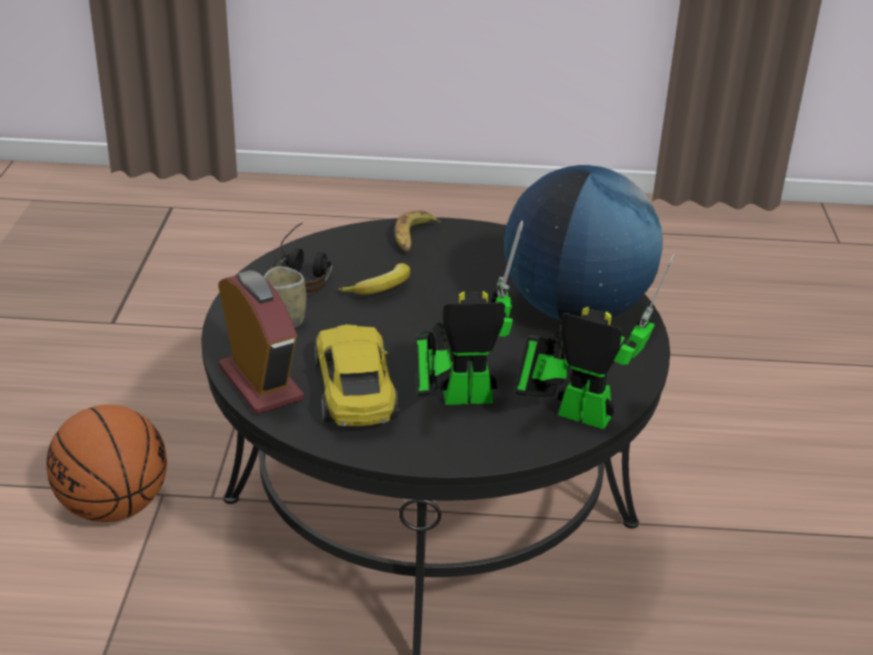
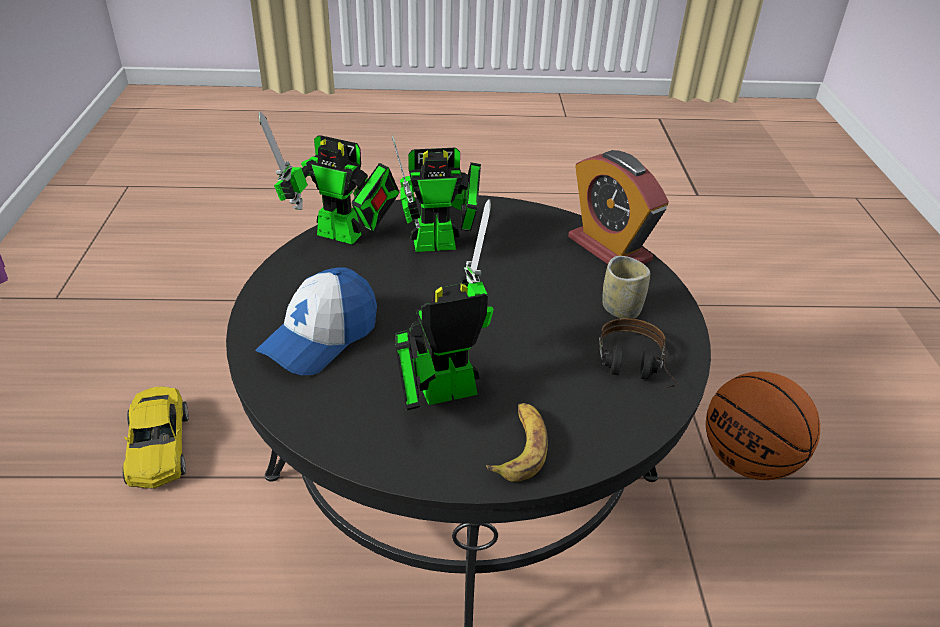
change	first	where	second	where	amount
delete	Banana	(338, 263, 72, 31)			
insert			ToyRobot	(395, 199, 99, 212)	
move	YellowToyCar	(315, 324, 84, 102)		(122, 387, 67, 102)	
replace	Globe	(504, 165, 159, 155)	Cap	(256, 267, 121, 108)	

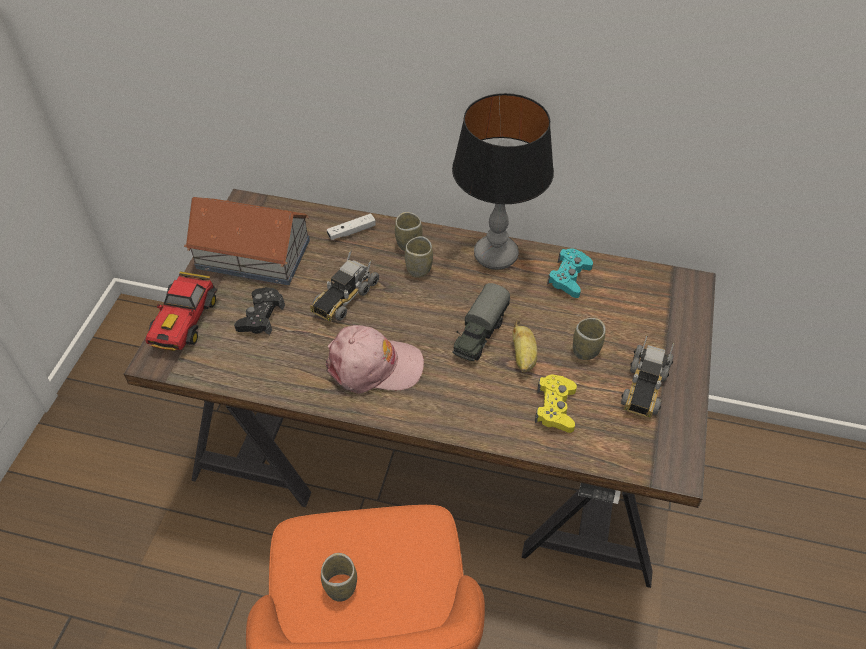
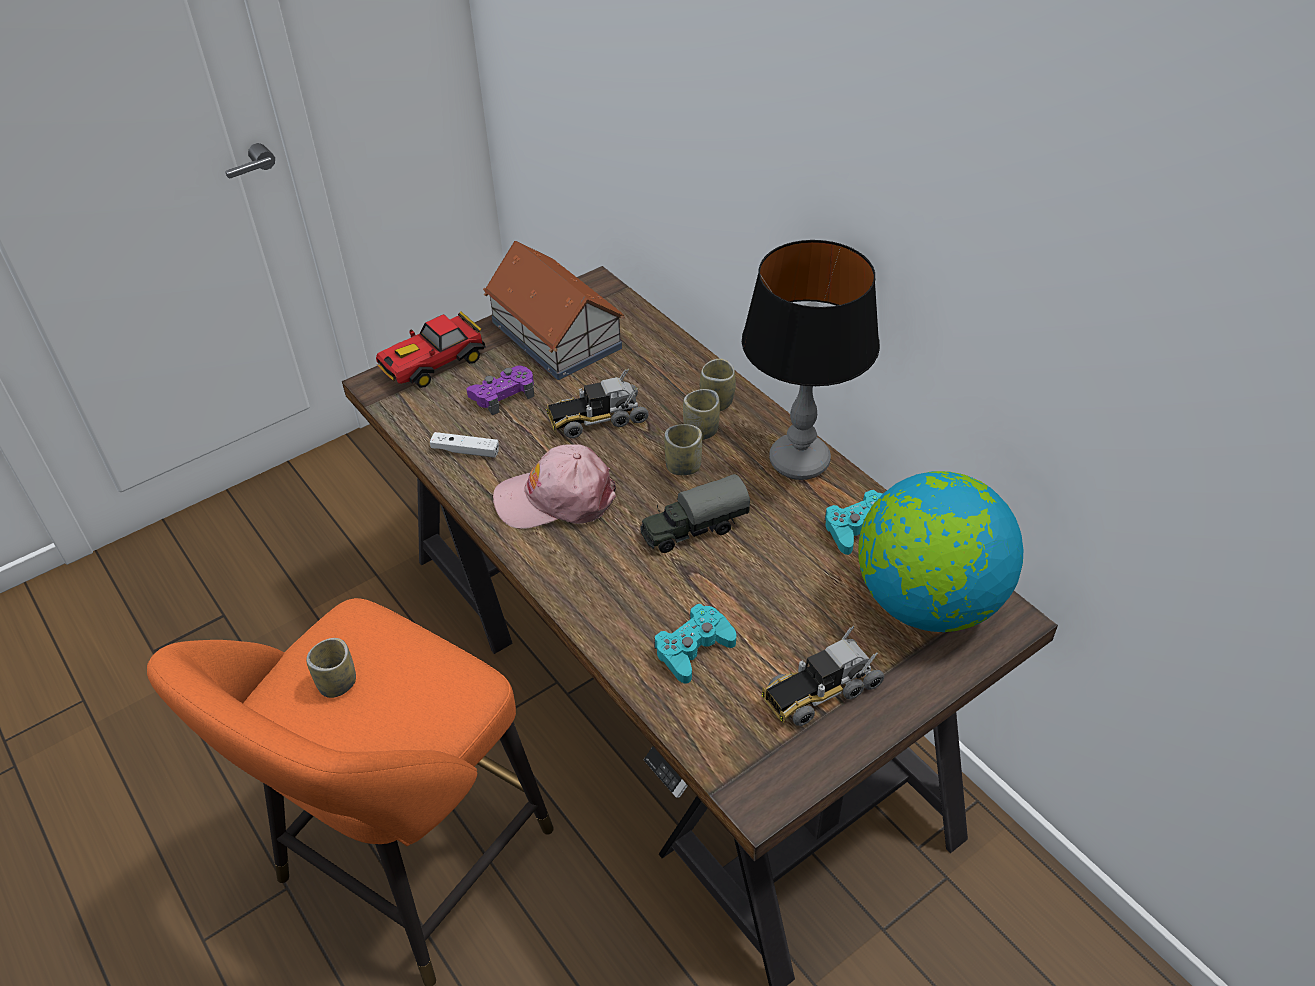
change	first	where	second	where	amount
delete	Banana	(513, 320, 24, 53)			
insert			Globe	(858, 471, 165, 161)	
move	WhiteGameController	(327, 213, 49, 27)		(430, 432, 69, 26)	
move	Cup	(573, 318, 33, 42)		(664, 424, 38, 51)	
recolor	BlackGameController	(234, 287, 51, 48)	PurpleGameController	(466, 366, 68, 49)	
recolor	YellowGameController	(535, 375, 42, 58)	TurquoiseGameController	(654, 604, 82, 80)	
rotate	PinkCap	(326, 325, 98, 69)		(493, 444, 123, 85)	135 degrees clockwise

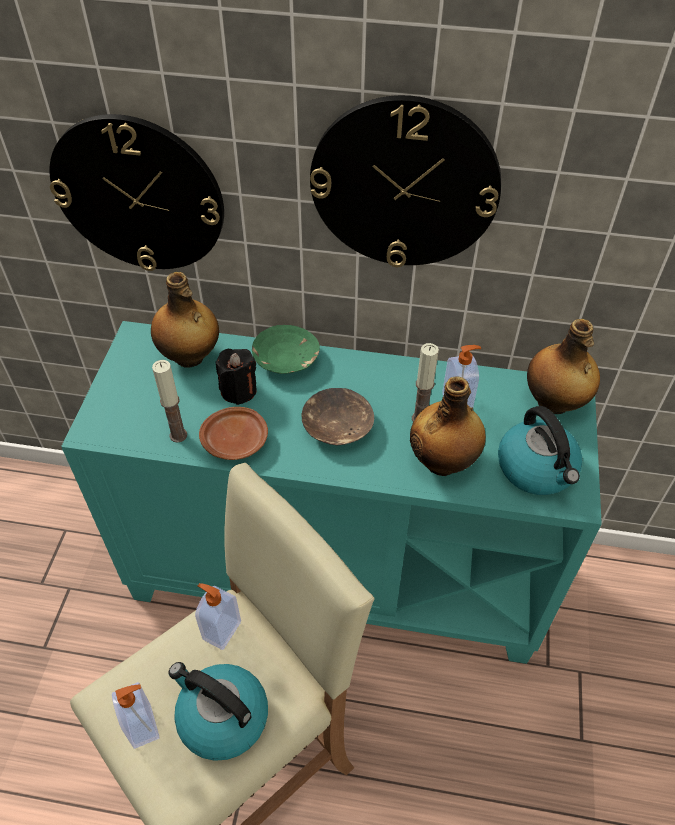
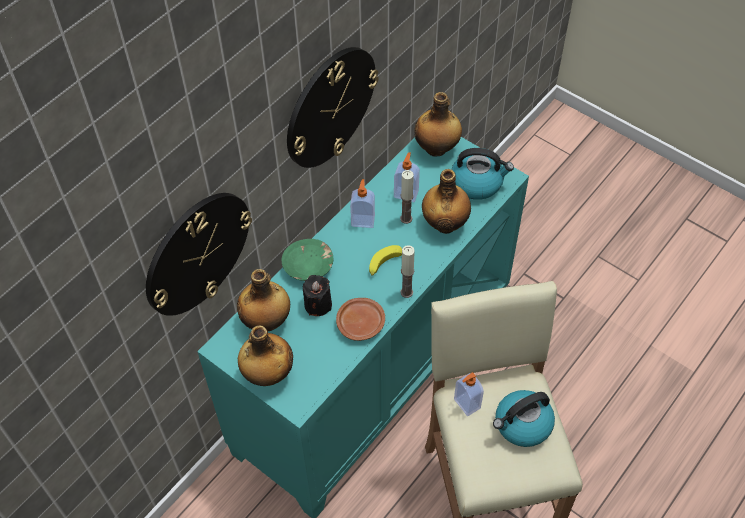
change	first	where	second	where	amount
insert			Bottle	(238, 326, 55, 60)	
move	SoapDispenser	(112, 682, 48, 67)		(350, 179, 25, 49)	
move	Candle	(152, 360, 35, 83)		(401, 245, 14, 53)	
replace	BrownBowl	(301, 388, 73, 57)	Banana	(369, 245, 33, 31)	

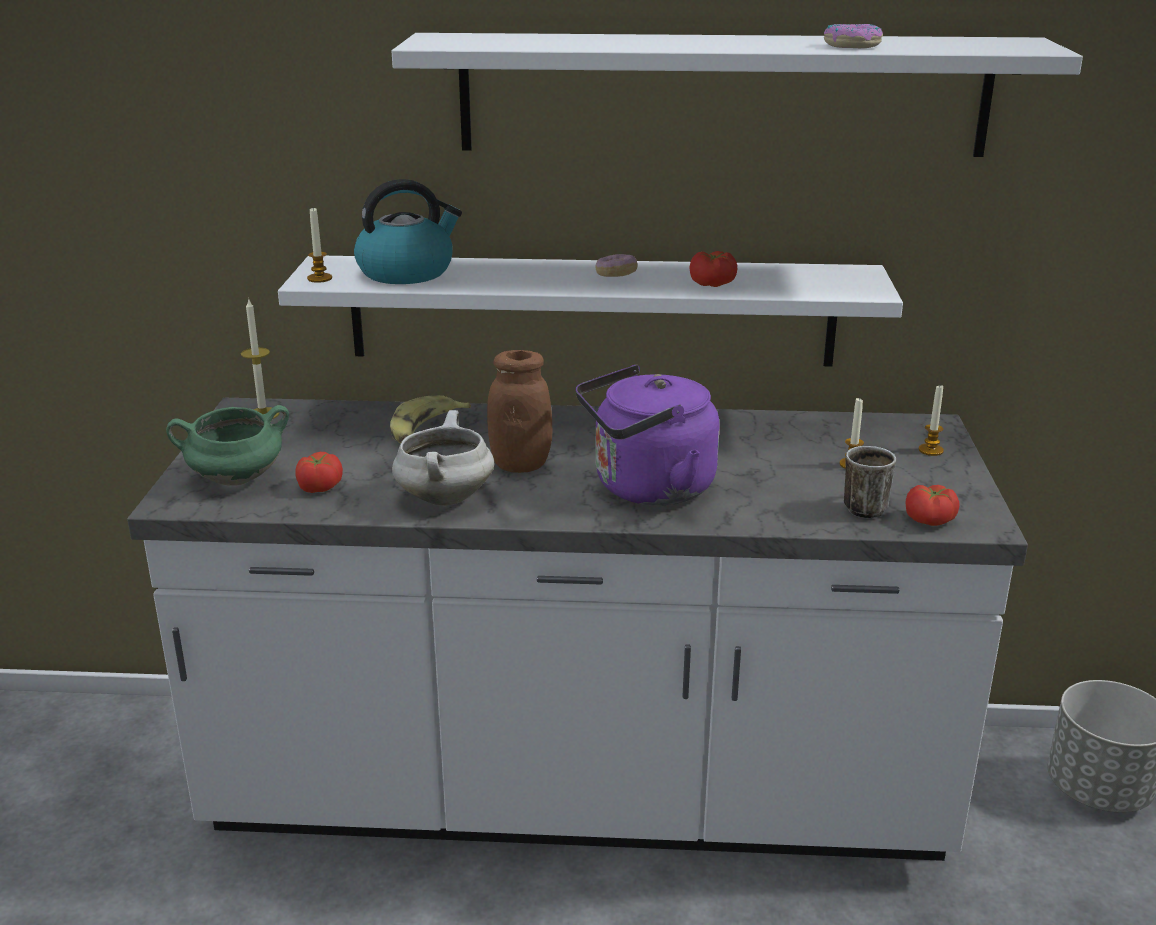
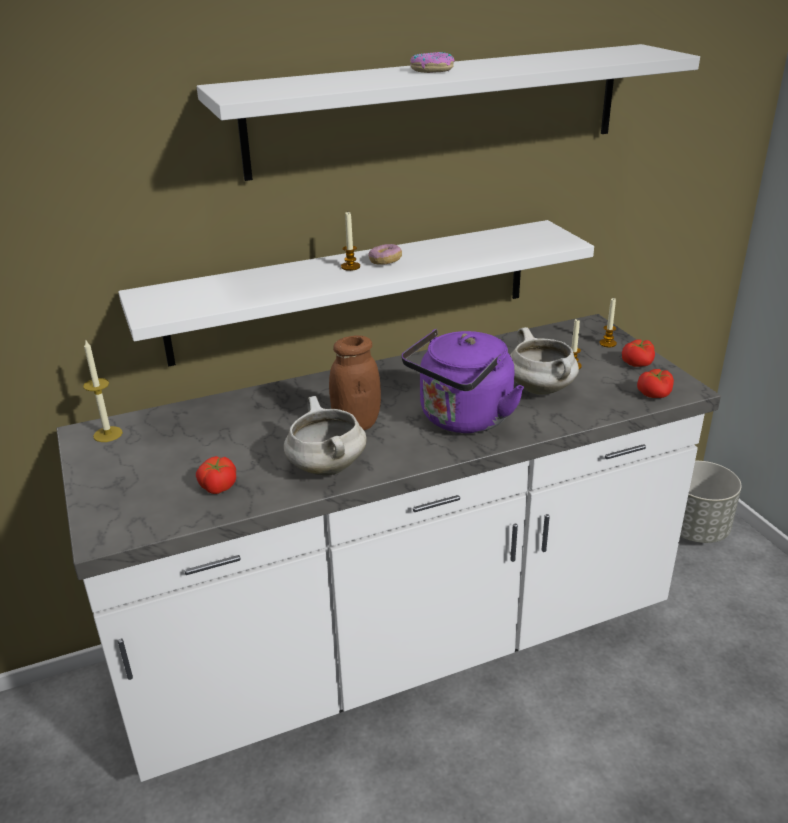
change	first	where	second	where	amount
delete	GreenCookingPot	(166, 405, 123, 81)			
delete	Kettle	(354, 179, 108, 105)			
delete	Banana	(390, 395, 81, 48)			
delete	Mug	(844, 446, 52, 72)			
insert			WhiteCookingPot	(510, 327, 69, 68)	
move	Candle	(307, 208, 25, 75)		(341, 212, 19, 59)	
move	Tomato	(689, 251, 48, 36)		(622, 340, 33, 27)	
move	Donut	(824, 24, 59, 24)		(410, 52, 45, 21)	

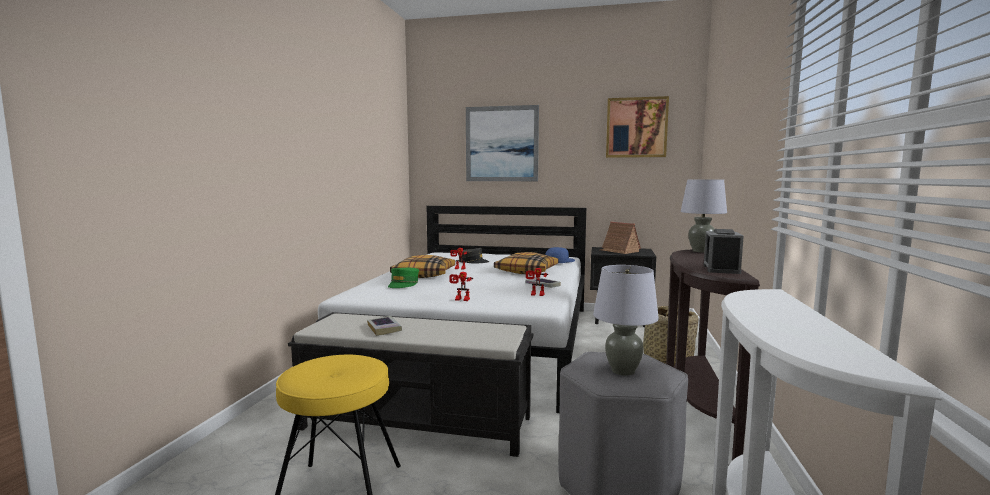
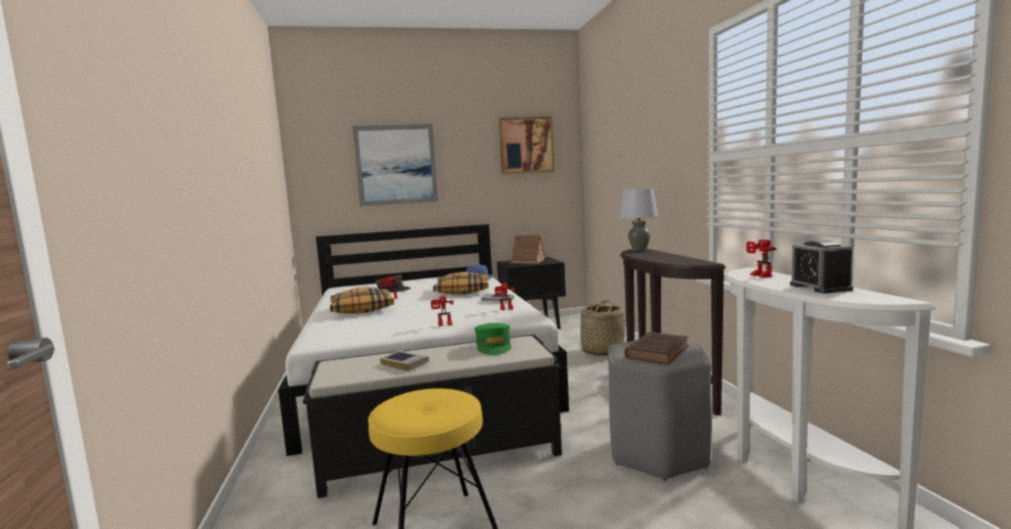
change	first	where	second	where	amount
insert			ToyRobot	(746, 239, 30, 39)	
move	GreenCap	(388, 268, 31, 20)		(475, 323, 36, 32)	
move	AlarmClock	(704, 229, 40, 45)		(790, 240, 63, 54)	
replace	GreyTableLamp	(593, 265, 66, 111)	BrownBook	(624, 332, 65, 33)	

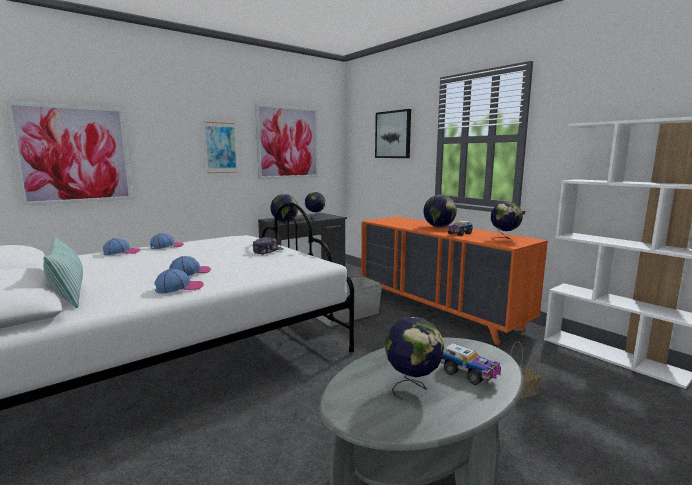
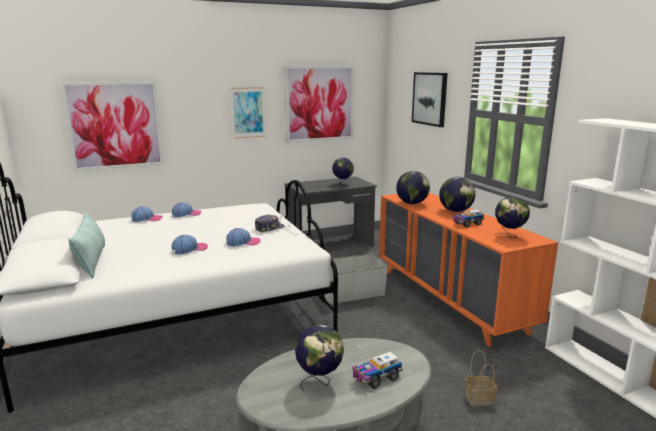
change	first	where	second	where	amount
move	Cap	(154, 269, 50, 24)		(226, 228, 34, 18)	
move	Globe	(271, 194, 27, 28)		(396, 171, 34, 33)	
rotate	ToyTruck	(440, 343, 61, 42)		(352, 352, 51, 37)	90 degrees clockwise

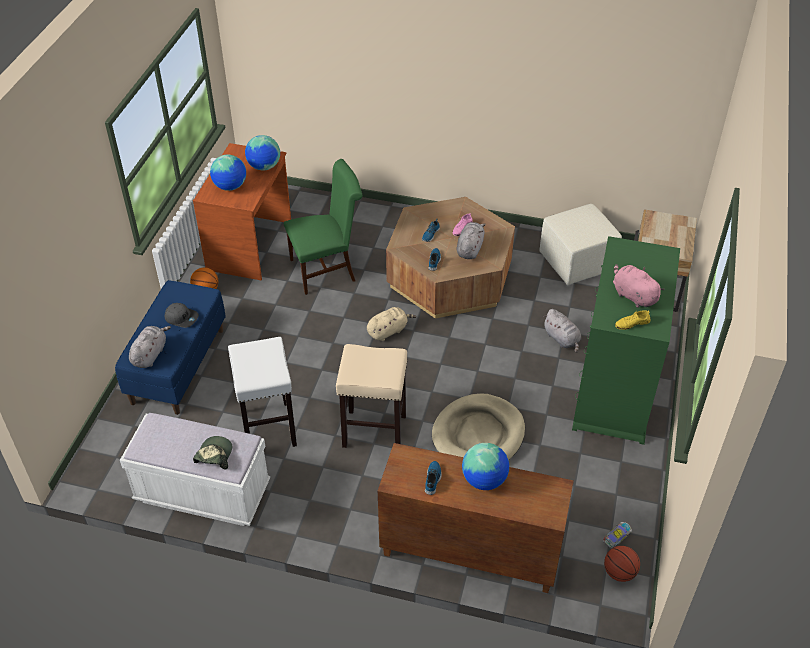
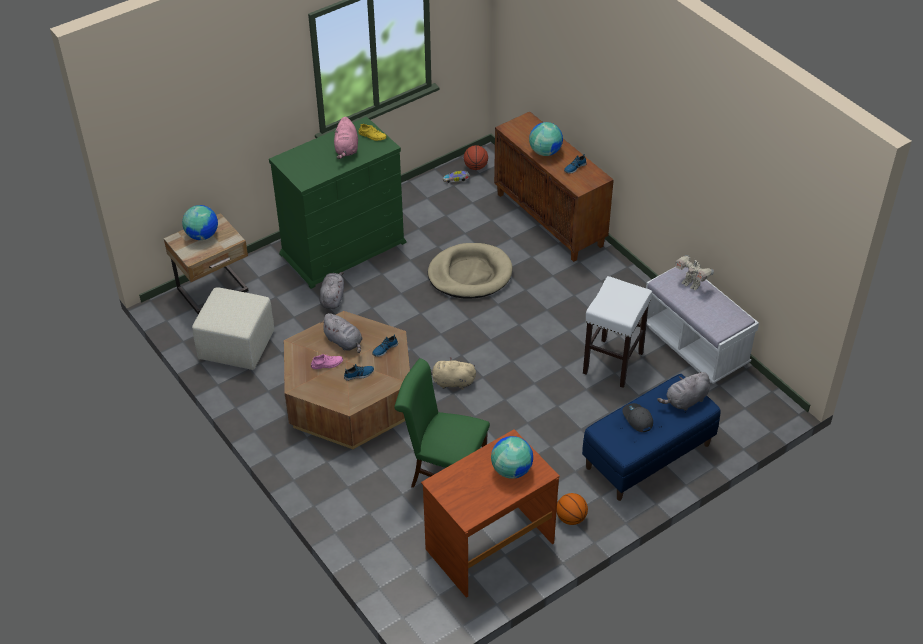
change	first	where	second	where	amount
delete	BeigeStool	(336, 344, 71, 104)			
move	Globe	(245, 135, 35, 36)		(182, 205, 36, 35)	
replace	Cap	(193, 436, 39, 34)	ToyRobot	(675, 255, 39, 35)	
rotate	GreyPlushToy	(457, 222, 29, 37)		(320, 313, 43, 40)	105 degrees counterclockwise

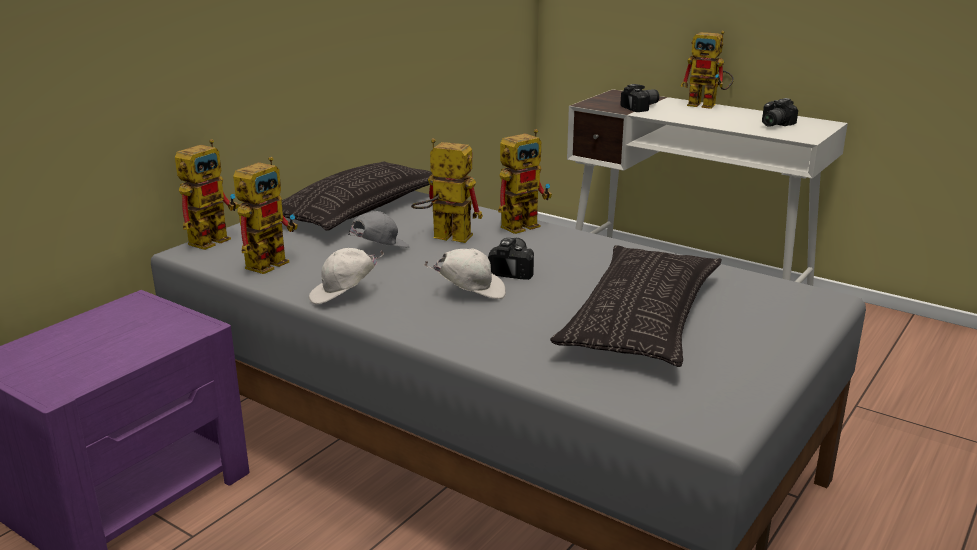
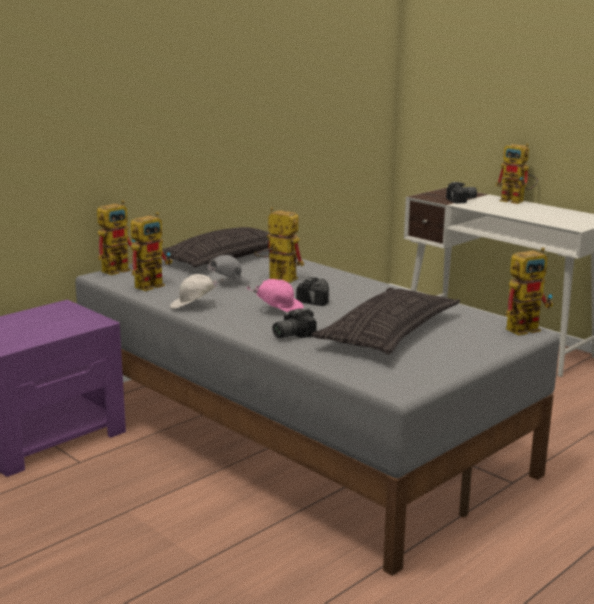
change	first	where	second	where	amount
move	ToyRobot	(498, 129, 54, 105)		(506, 247, 48, 88)	
move	PhotoCamera	(762, 98, 36, 29)		(272, 308, 45, 30)	
recolor	WhiteCap	(424, 248, 82, 51)	PinkCap	(247, 279, 57, 33)	

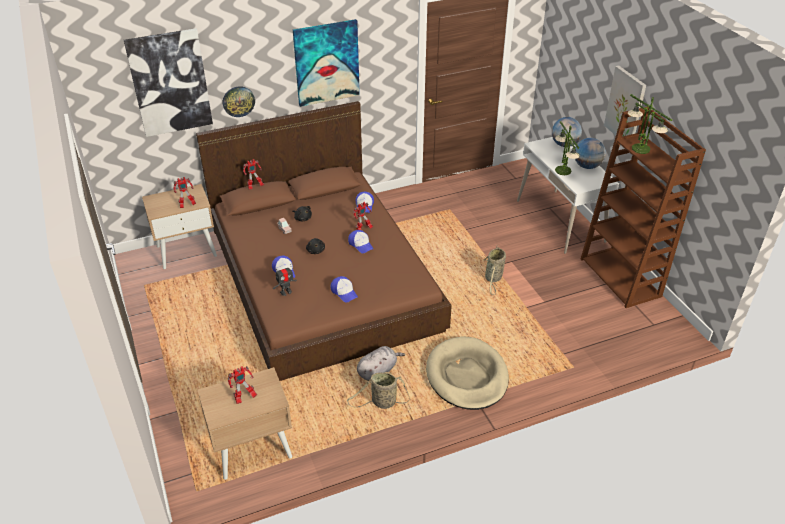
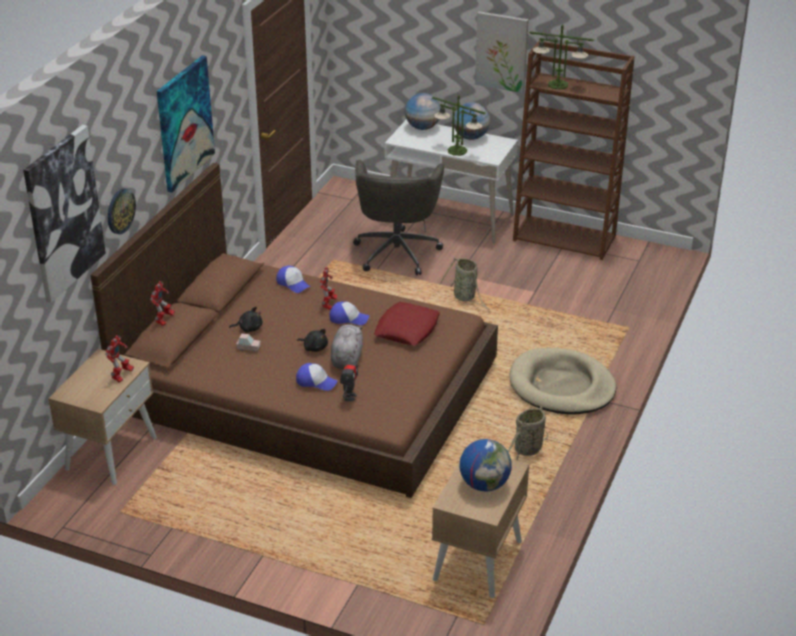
change	first	where	second	where	amount
delete	Cap	(331, 276, 27, 26)			
insert			GreyOfficeChair	(353, 160, 91, 115)	
insert			RedPillow	(374, 302, 66, 43)	
move	GreyPlushToy	(357, 346, 48, 35)		(331, 324, 32, 45)	
replace	ToyRobot	(228, 366, 29, 38)	Globe	(460, 439, 52, 52)	

